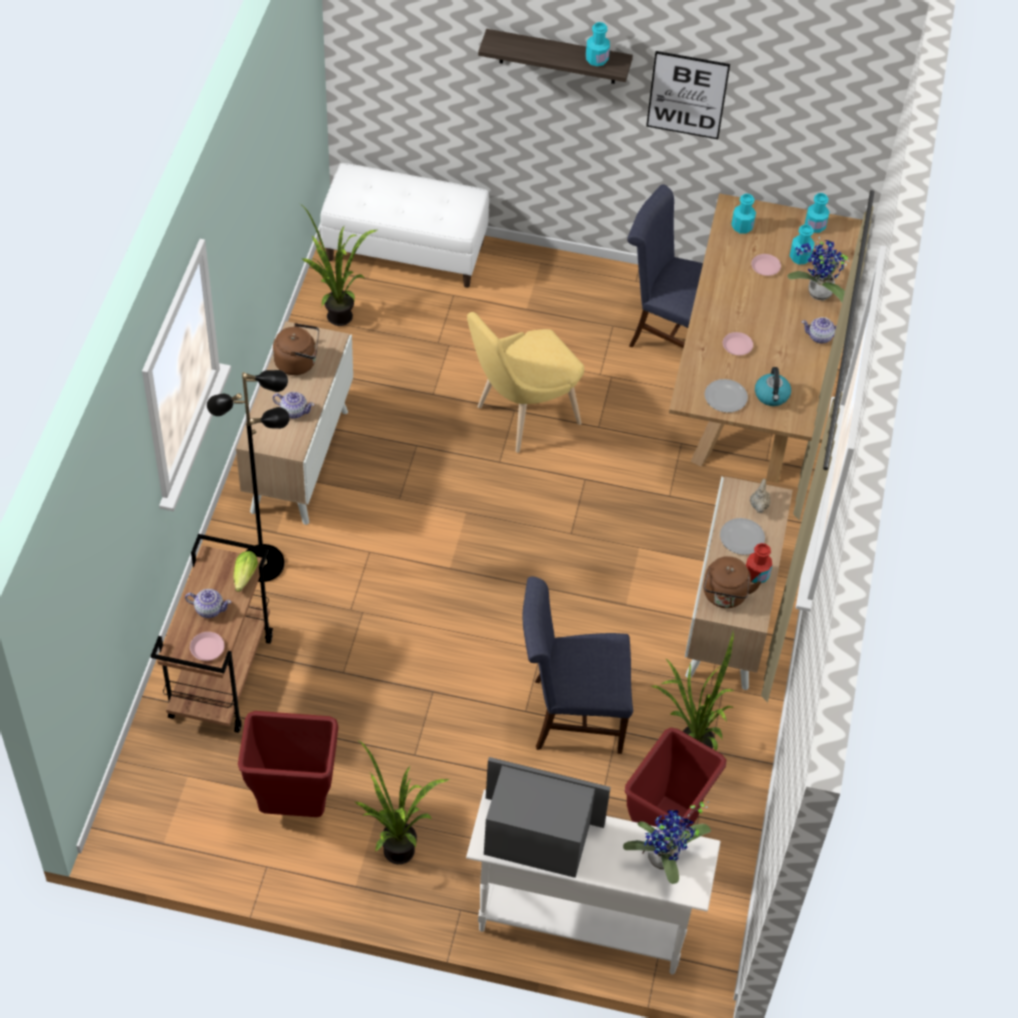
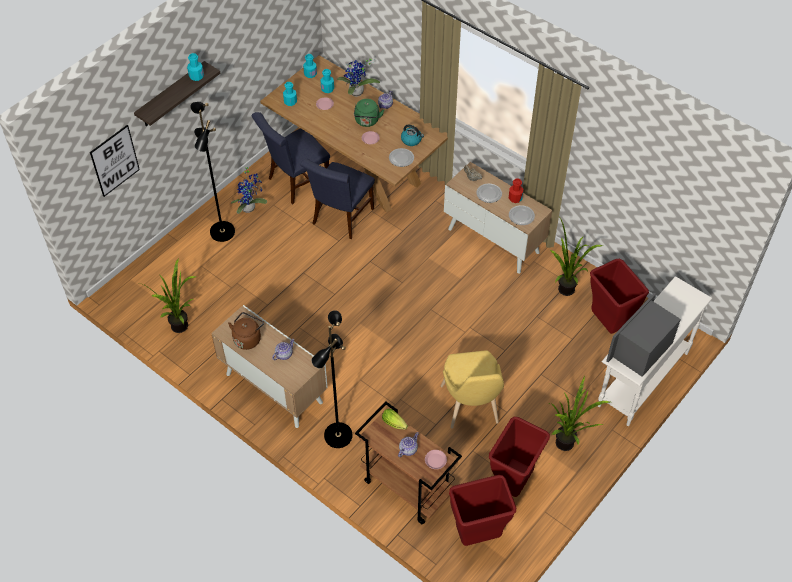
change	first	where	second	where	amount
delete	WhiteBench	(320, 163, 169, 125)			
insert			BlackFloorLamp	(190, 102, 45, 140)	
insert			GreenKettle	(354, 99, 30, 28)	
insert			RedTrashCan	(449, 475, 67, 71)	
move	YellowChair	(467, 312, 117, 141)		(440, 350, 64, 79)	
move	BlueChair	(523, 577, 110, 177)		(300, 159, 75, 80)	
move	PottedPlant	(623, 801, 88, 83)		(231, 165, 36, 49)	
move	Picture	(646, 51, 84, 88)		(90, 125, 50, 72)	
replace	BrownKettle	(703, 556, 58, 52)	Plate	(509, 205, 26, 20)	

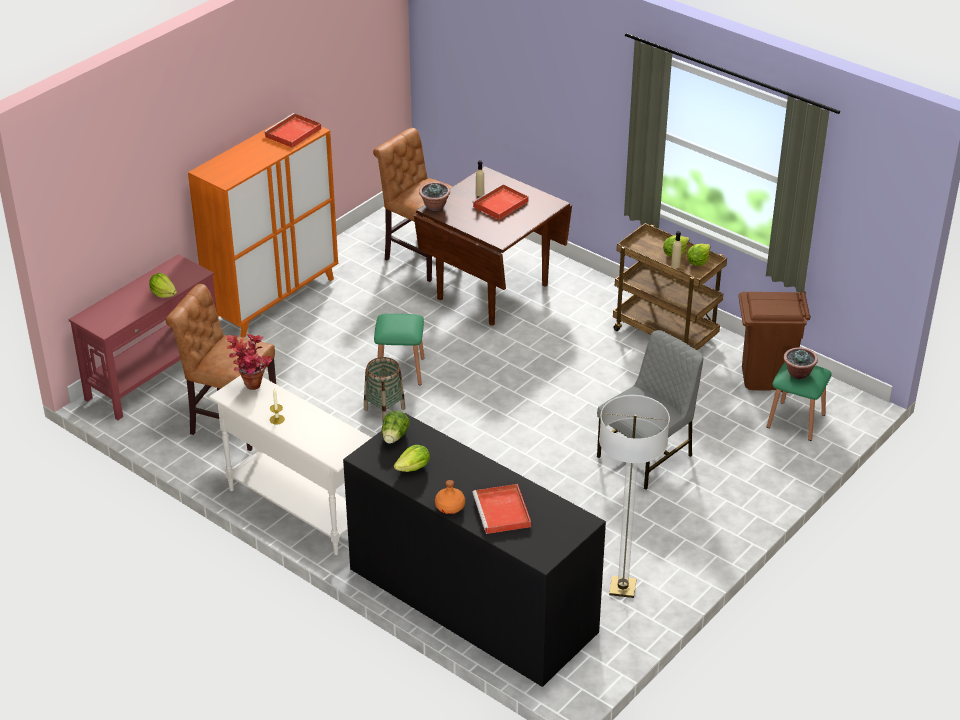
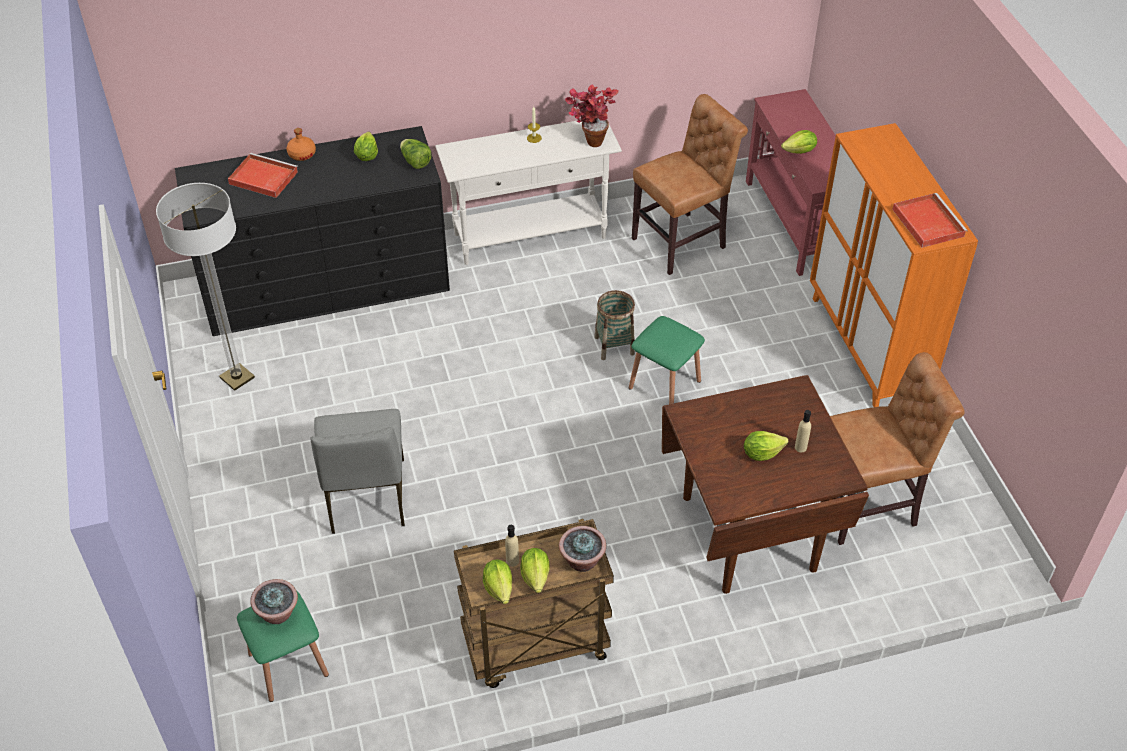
change	first	where	second	where	amount
delete	BrownTrashCan	(738, 291, 73, 102)			
move	PottedPlant	(419, 182, 31, 29)		(559, 526, 47, 46)	
replace	RedTray	(472, 184, 57, 36)	Lettuce	(744, 431, 45, 30)	

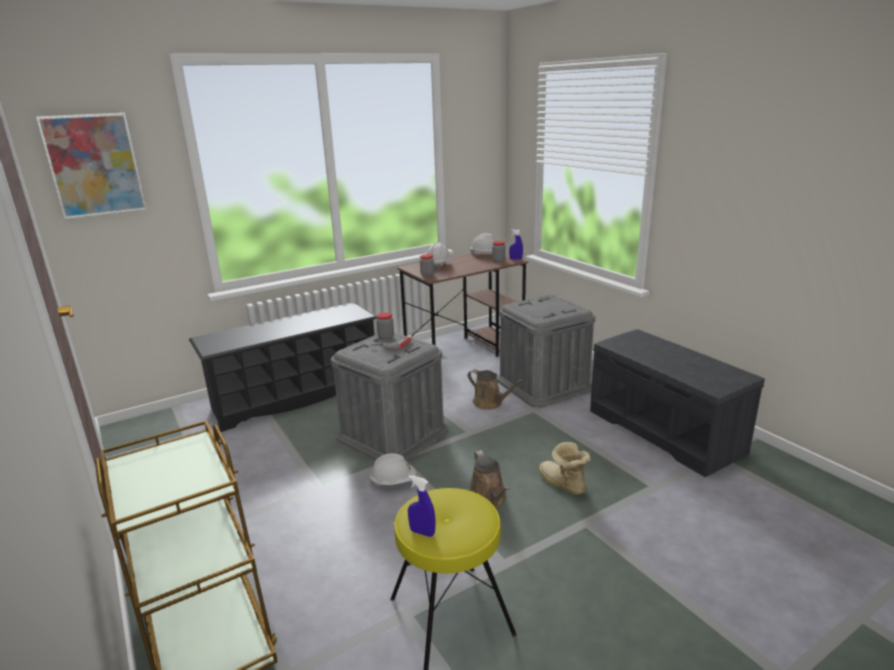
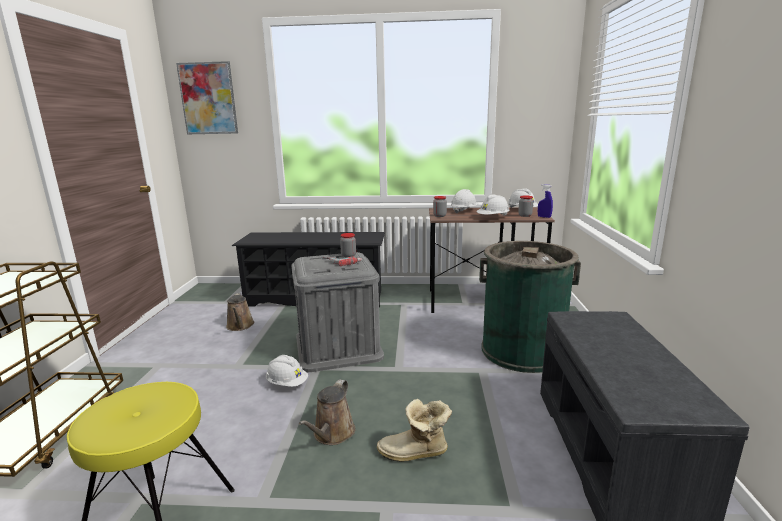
change	first	where	second	where	amount
delete	BlueSprayBottle	(408, 475, 27, 62)			
insert			WhiteHardHat	(477, 195, 33, 21)	
move	BrownWateringCan	(468, 369, 56, 41)		(226, 293, 29, 38)	
replace	GreyStorageBox	(497, 295, 98, 113)	GreenTrashCan	(479, 241, 102, 132)	
rotate	Boot	(539, 442, 52, 53)		(377, 399, 75, 63)	90 degrees counterclockwise

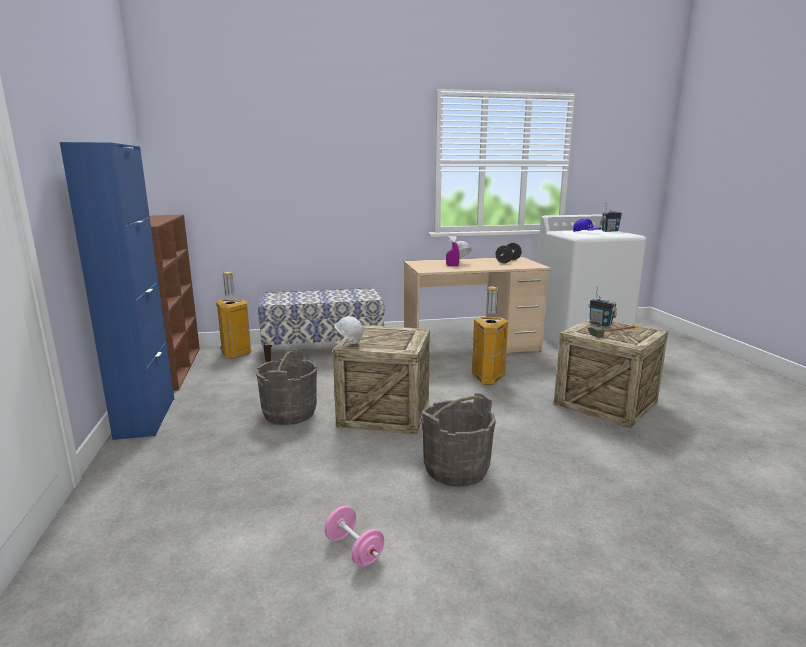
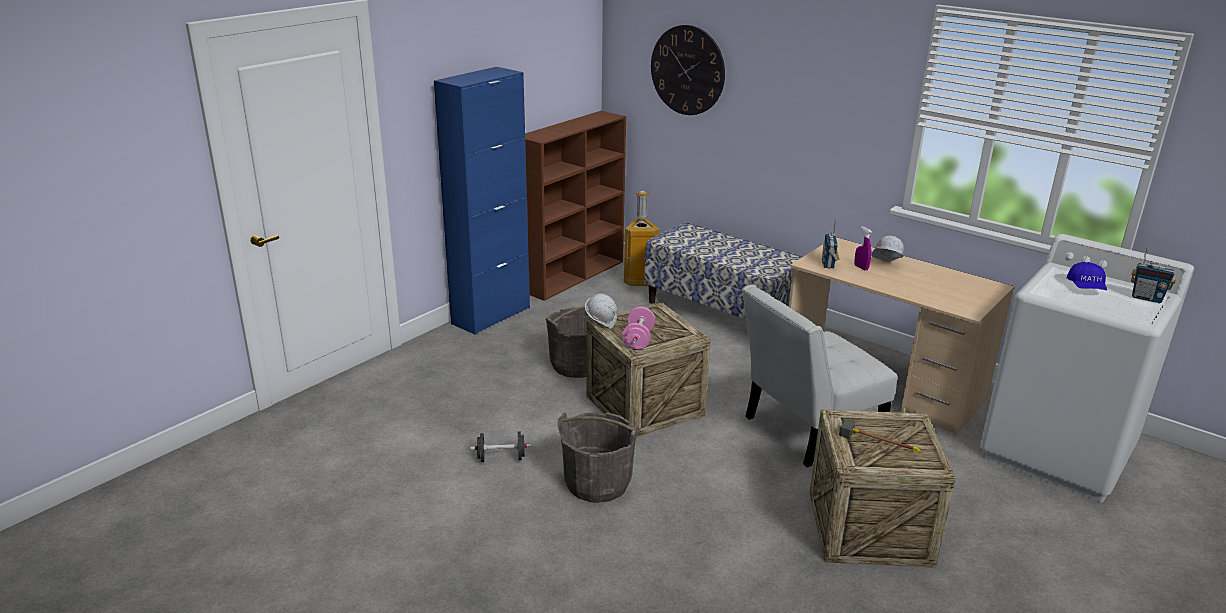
change	first	where	second	where	amount
insert			WallClock	(651, 25, 74, 90)	
move	PinkDumbbell	(324, 506, 60, 61)		(622, 307, 33, 42)	
move	BlackDumbbell	(496, 243, 26, 20)		(470, 431, 61, 31)	
move	Radio	(588, 286, 29, 41)		(822, 221, 18, 48)	
replace	TrashCan	(472, 286, 36, 99)	WhiteChair	(742, 284, 155, 184)	

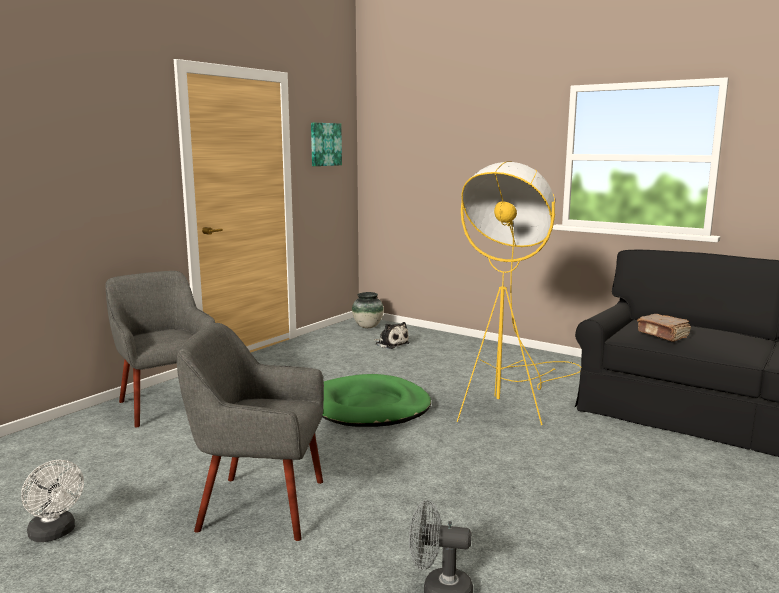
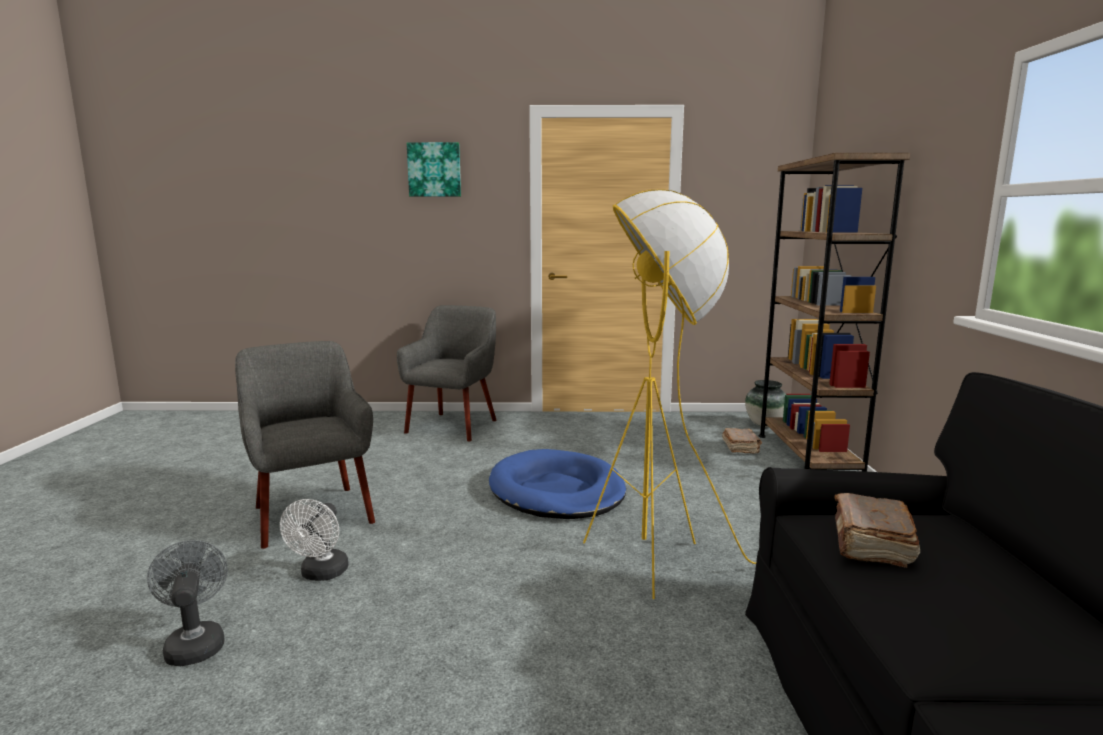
change	first	where	second	where	amount
insert			BrownBookcase	(759, 153, 151, 319)	
move	WhiteFan	(21, 460, 63, 82)		(280, 499, 68, 82)	
move	Picture	(311, 123, 31, 43)		(407, 142, 54, 55)	
replace	PlushToy	(374, 322, 36, 27)	BrownBook	(722, 428, 40, 26)	
recolor	GreenDogBed	(322, 374, 109, 53)	BlueDogBed	(489, 449, 137, 70)	

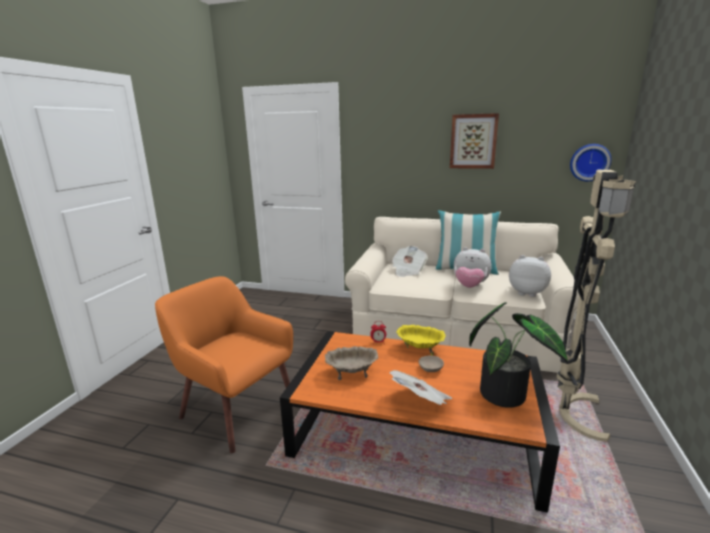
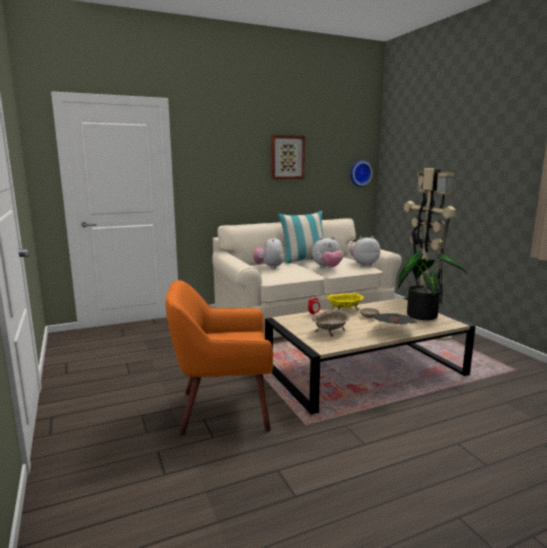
change	first	where	second	where	amount
replace	Newspaper	(392, 246, 36, 31)	PlushToy	(253, 236, 31, 33)	
recolor	OrangeCoffeeTable	(280, 331, 280, 182)	BeigeCoffeeTable	(265, 298, 211, 116)	

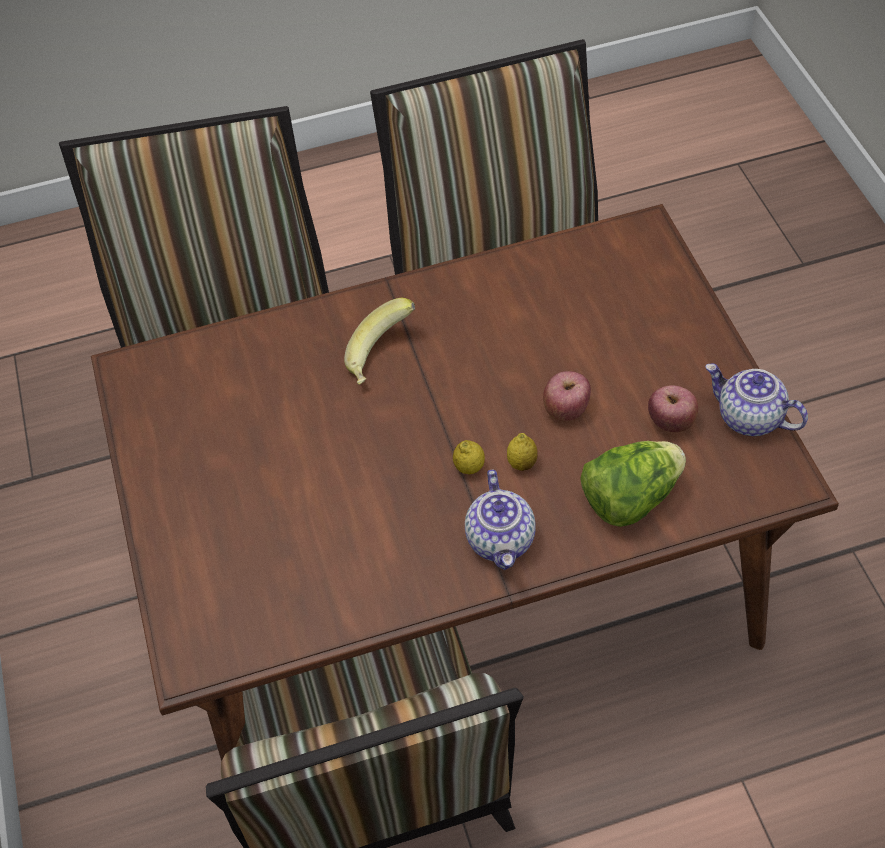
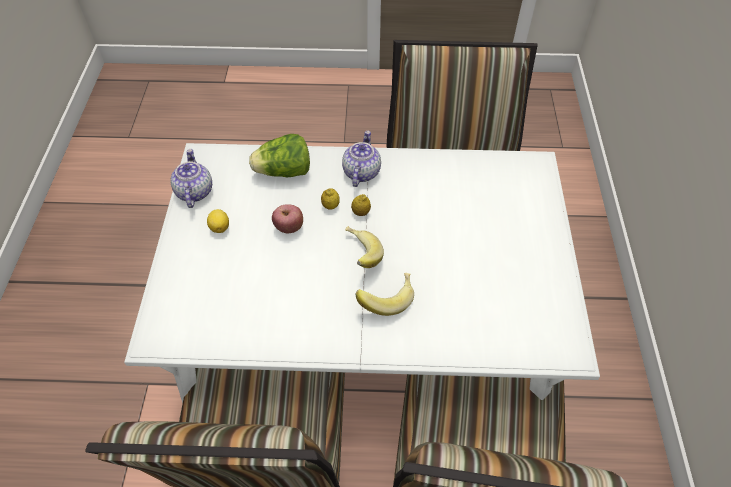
change	first	where	second	where	amount
delete	Apple	(648, 385, 50, 47)			
insert			Lemon	(207, 209, 22, 24)	
insert			Banana	(345, 226, 39, 42)	
recolor	BrownDiningTable	(91, 204, 748, 557)	WhiteDiningTable	(124, 143, 476, 260)	
rotate	Teapot	(705, 363, 103, 73)		(170, 149, 42, 59)	150 degrees counterclockwise

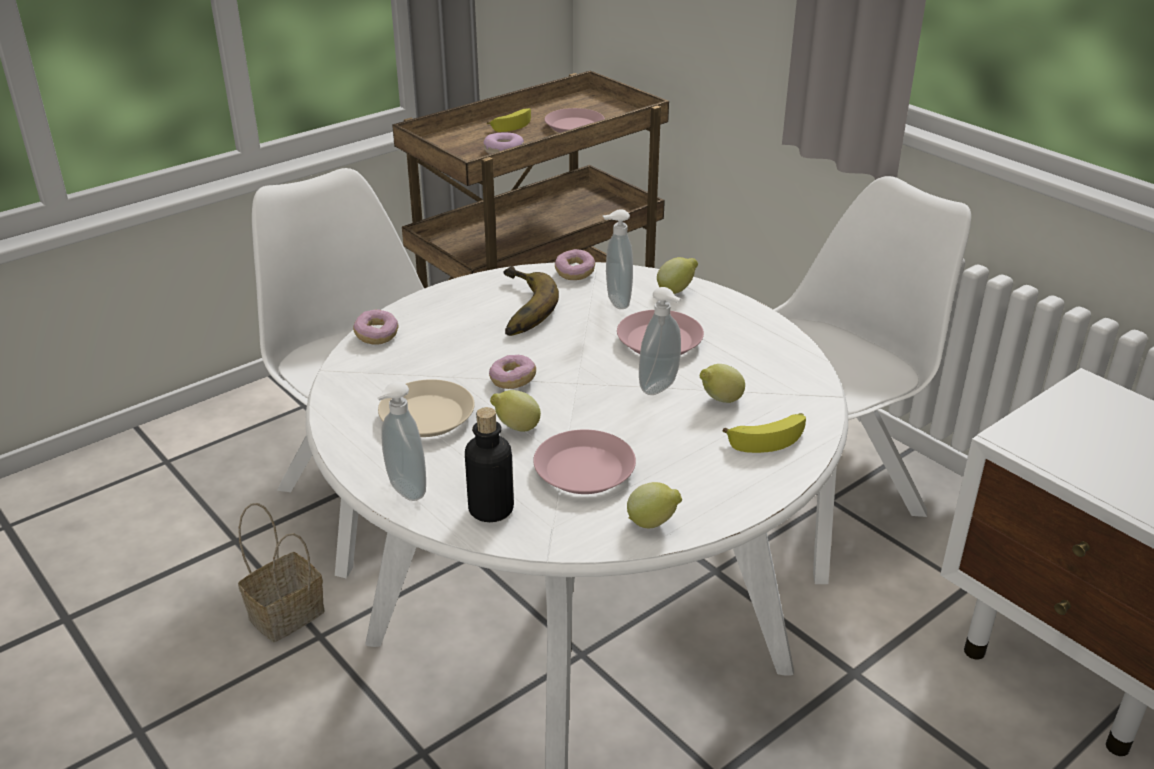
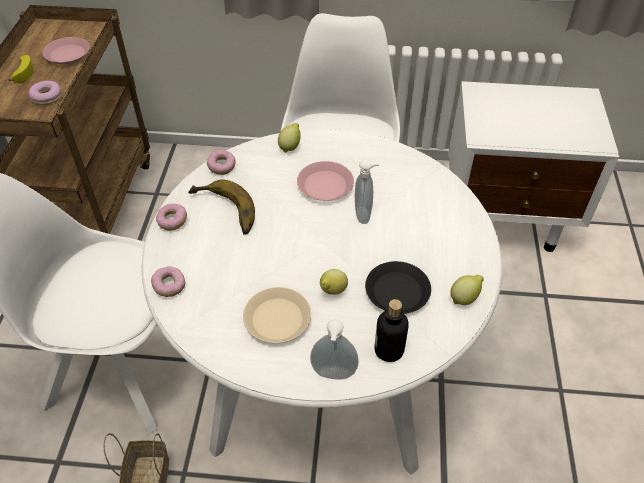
change	first	where	second	where	amount
delete	SoapDispenser	(603, 209, 30, 100)			
delete	Lemon	(700, 364, 45, 39)			
delete	Banana	(722, 413, 84, 40)			
move	Donut	(489, 355, 47, 34)		(156, 204, 31, 26)	
recolor	PinkPlate	(533, 430, 103, 64)	BlackPlate	(365, 261, 66, 53)	

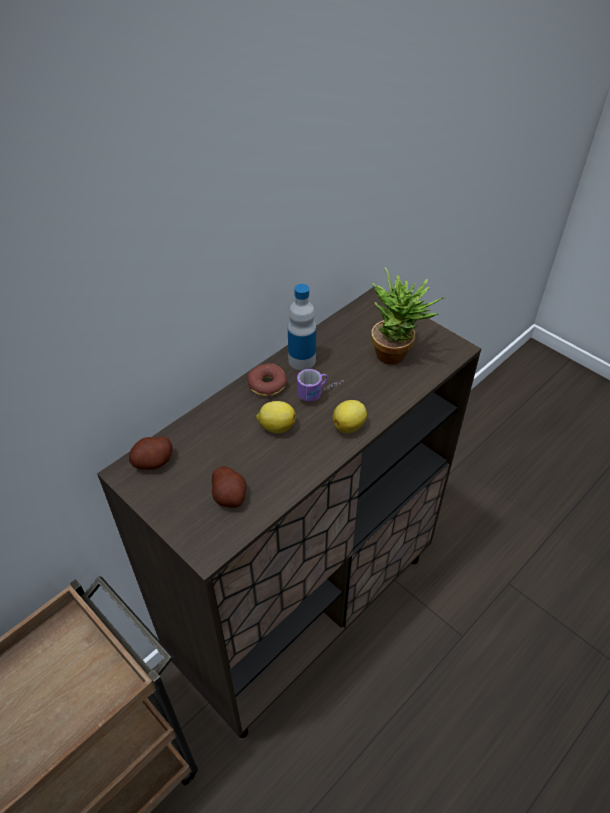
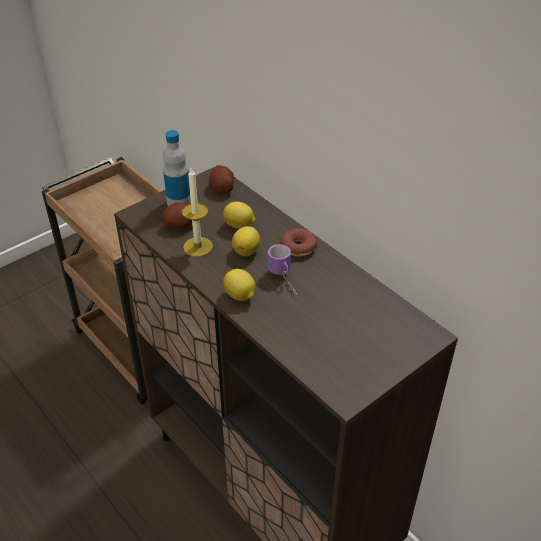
change	first	where	second	where	amount
delete	PottedPlant	(371, 267, 75, 98)			
insert			Candle	(182, 168, 31, 89)	
insert			Lemon	(223, 202, 33, 27)	
move	Bottle	(288, 284, 28, 86)		(163, 130, 28, 76)	

